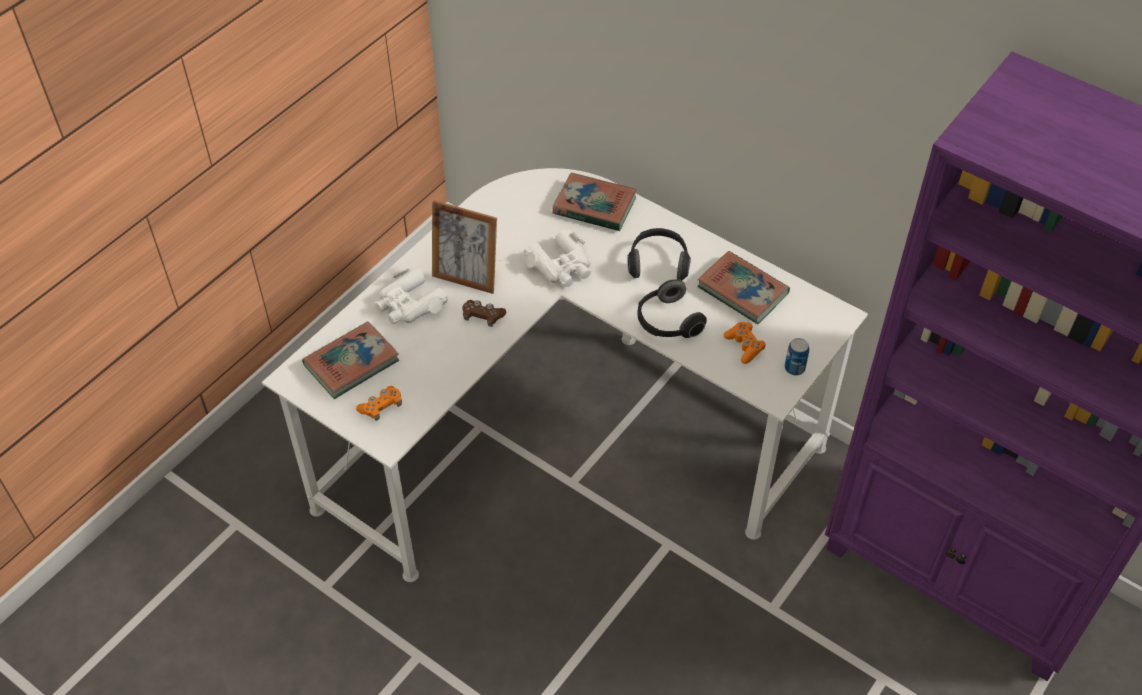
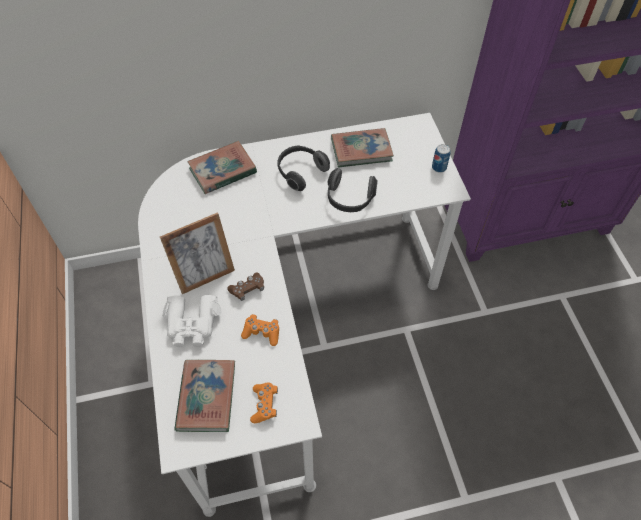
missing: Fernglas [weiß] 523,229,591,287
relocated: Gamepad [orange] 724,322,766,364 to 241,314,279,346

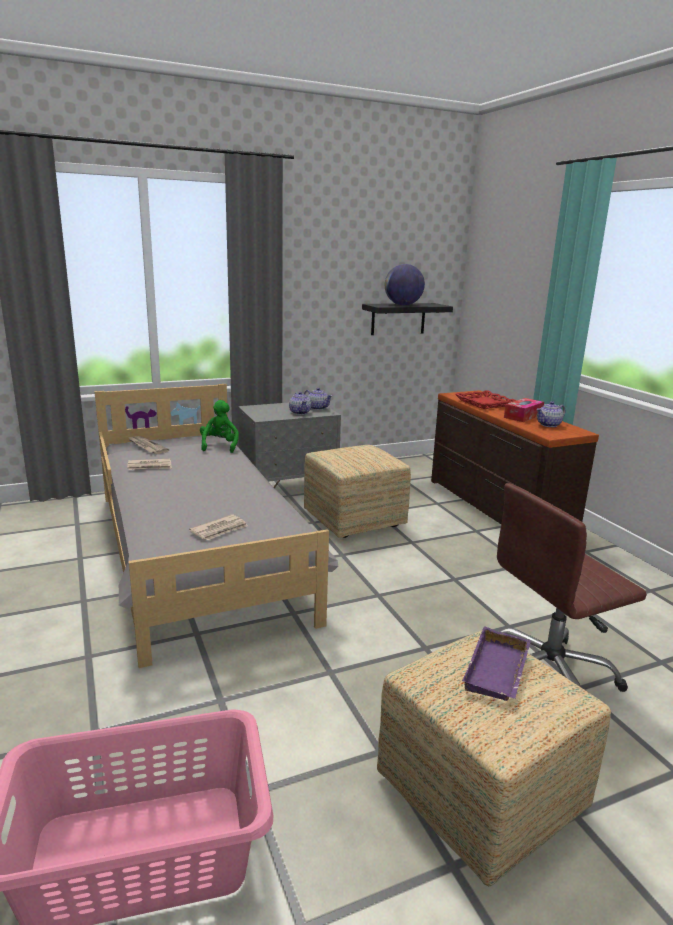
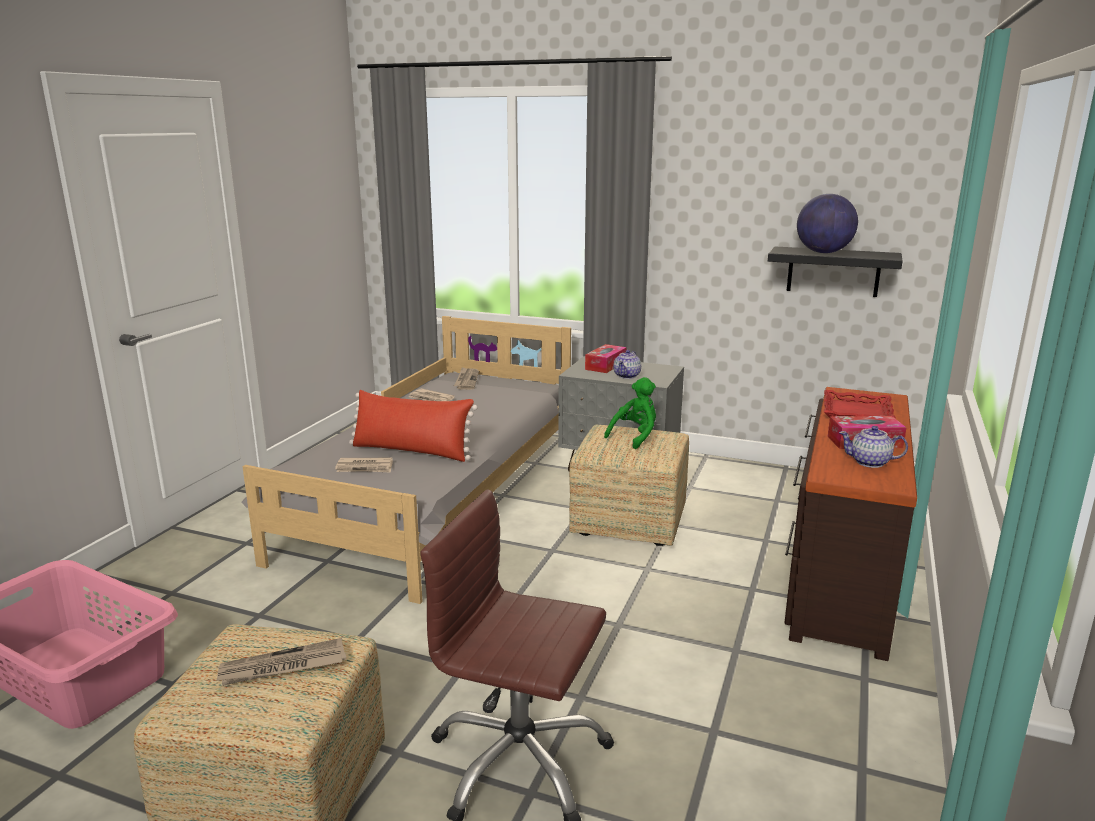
missing: Teekanne 304,388,333,410
appeared: Kissen [rot] 349,390,478,462; Taschentuchbox 585,344,627,373
relocated: Plüschtier [grün] 200,400,239,453 to 604,377,656,449
exchanged: Tablett [lila] 462,627,531,701 to Zeitung 216,638,346,686

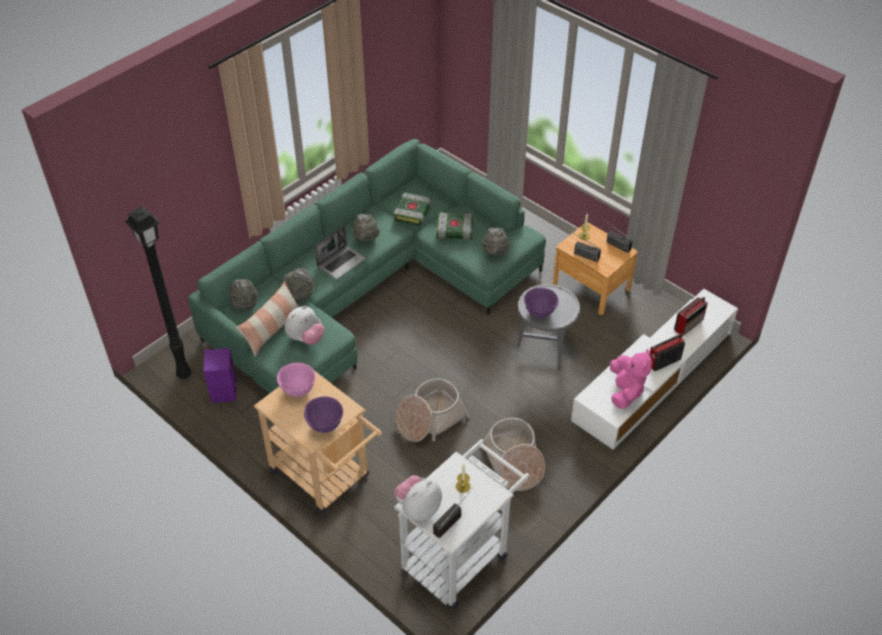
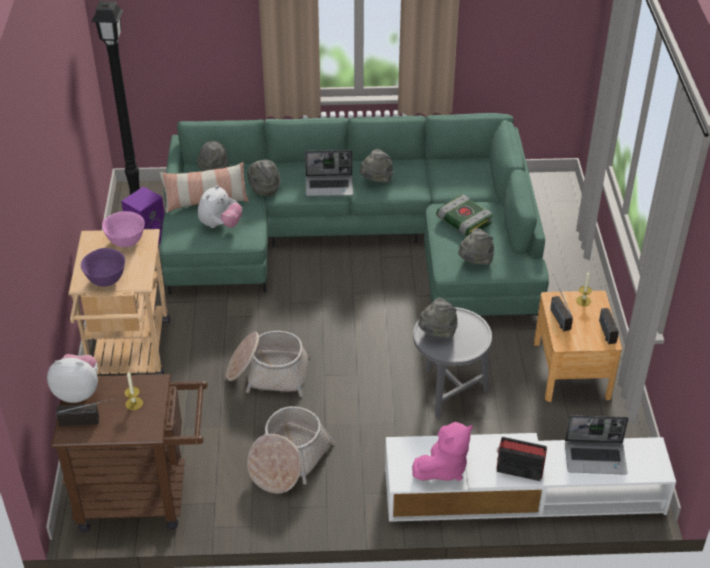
missing: Buch 394,192,432,226
exchanged: Schüssel [lila] 524,288,559,318 to Hut [grau] 418,298,458,338; Radio 674,297,708,336 to Laptop 565,415,629,475
colour: Rollwagen [weiß] 394,439,530,609 to Rollwagen [braun] 51,374,207,532
spun: Plüschtier 284,305,325,345 = 198,185,242,228 60 degrees counterclockwise

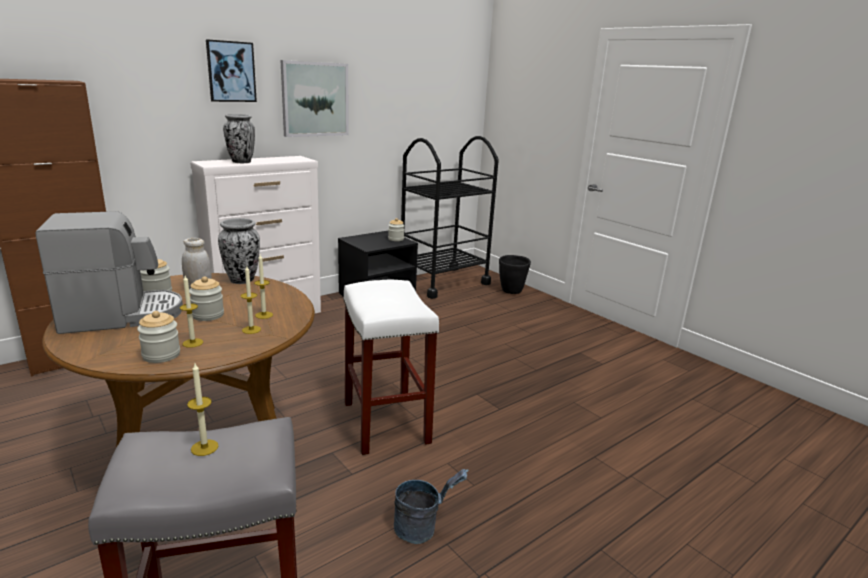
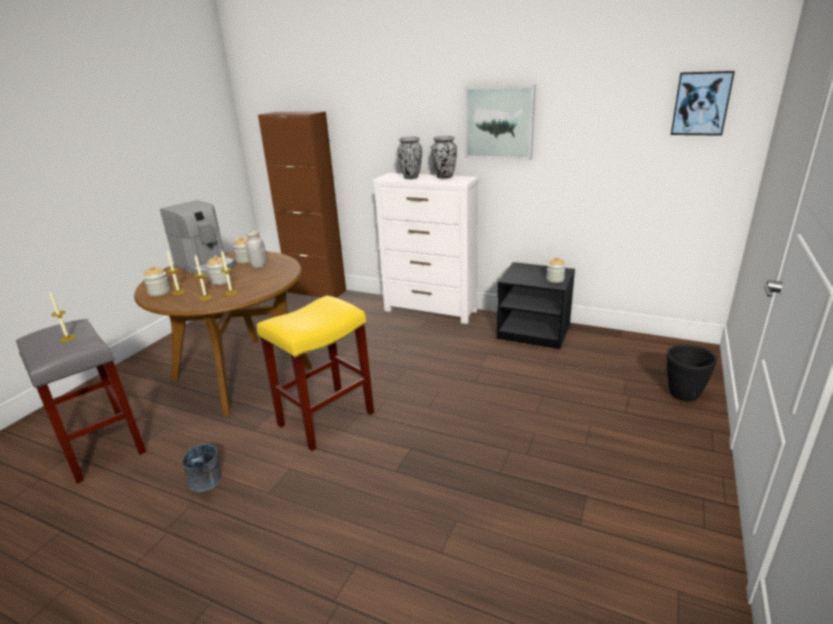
missing: Rollwagen [schwarz] 401,136,499,299
relocated: Bild 206,39,257,102 to 671,71,735,136; Vase 218,218,260,284 to 431,136,457,179
colour: Hocker [weiß] 343,280,439,455 to Hocker [gelb] 257,295,374,451

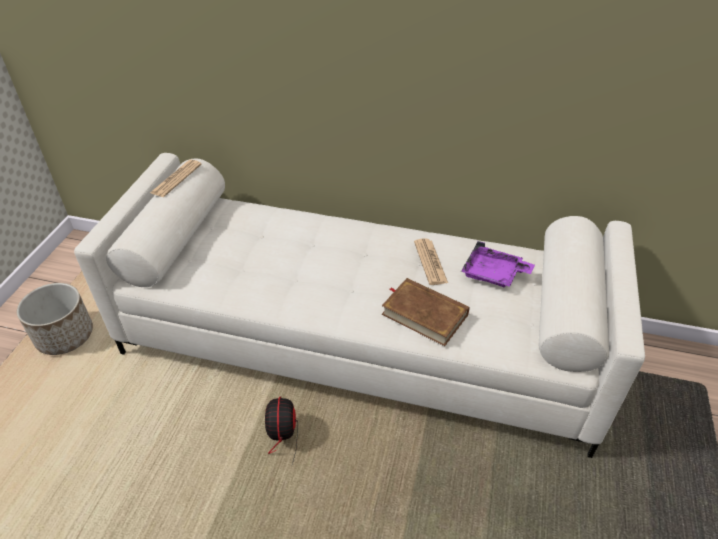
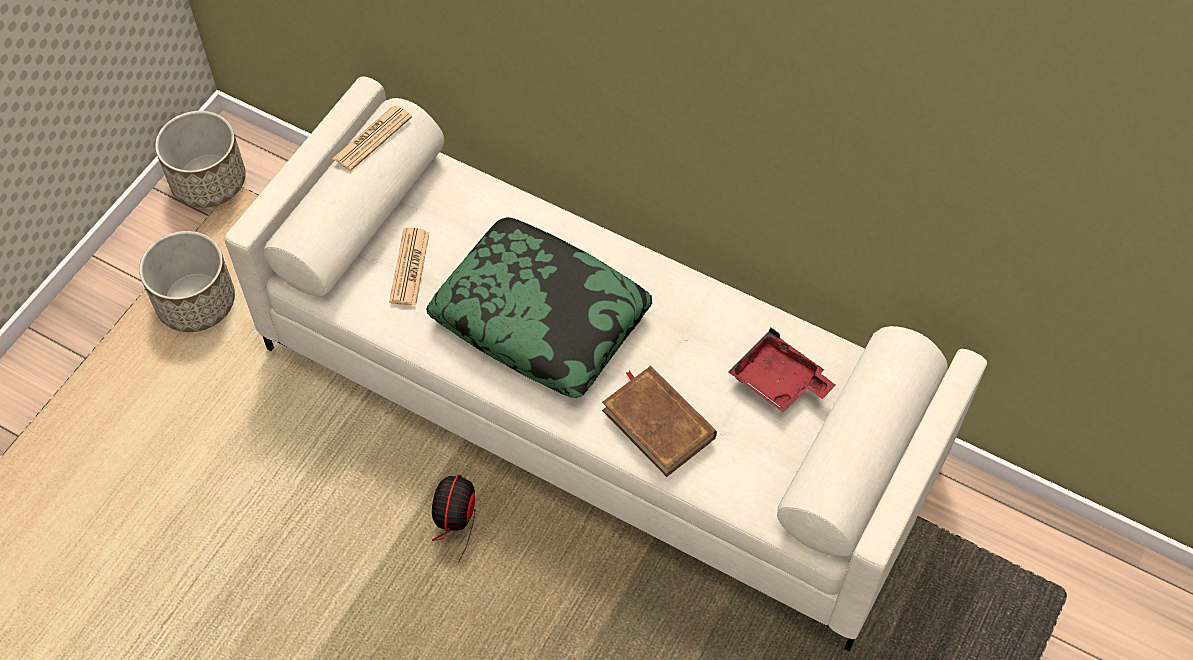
appeared: Pflanzkübel 155,111,246,208; Kissen 426,217,652,398
relocated: Zeitung 414,239,448,285 to 389,228,430,305
colour: Tablett [lila] 461,241,535,287 to Tablett [rot] 728,328,836,413

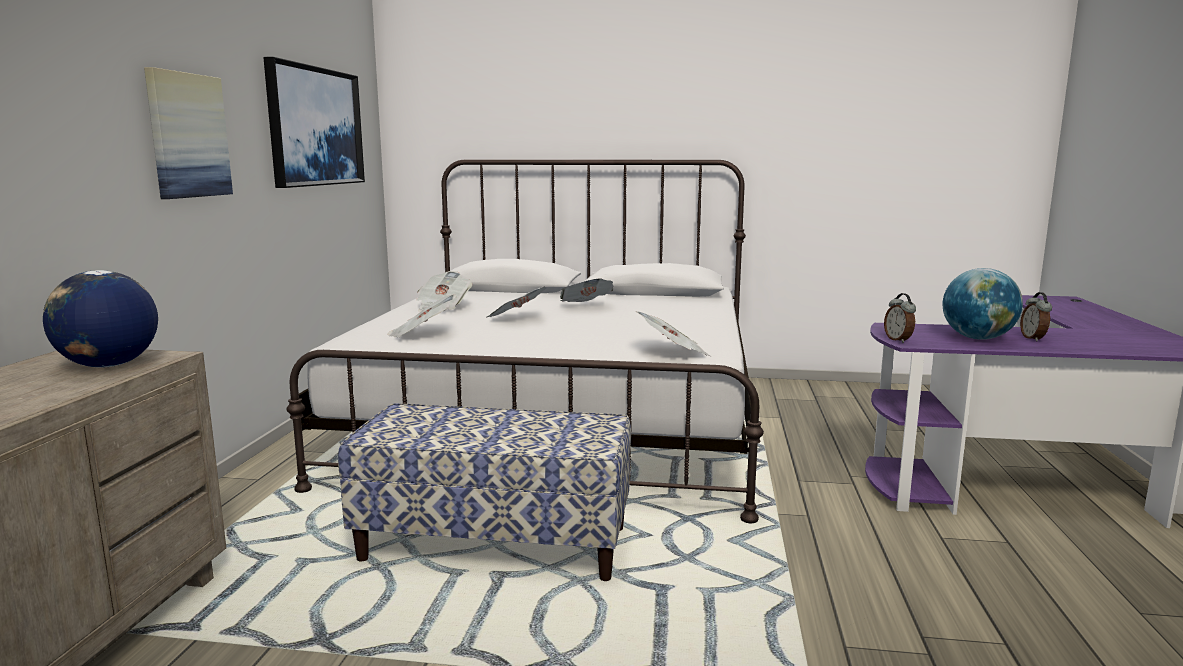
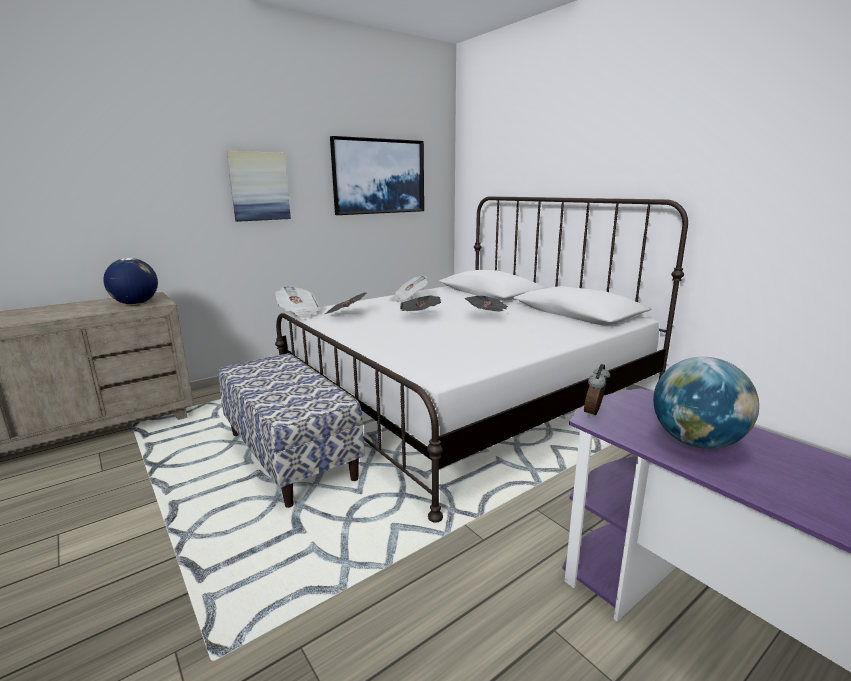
missing: Wecker 1020,292,1052,342
relocated: Zeitung 636,311,710,356 to 275,286,320,318

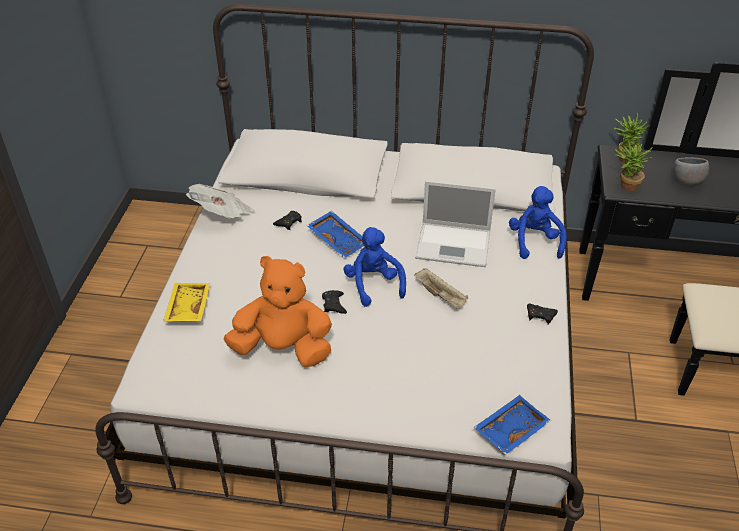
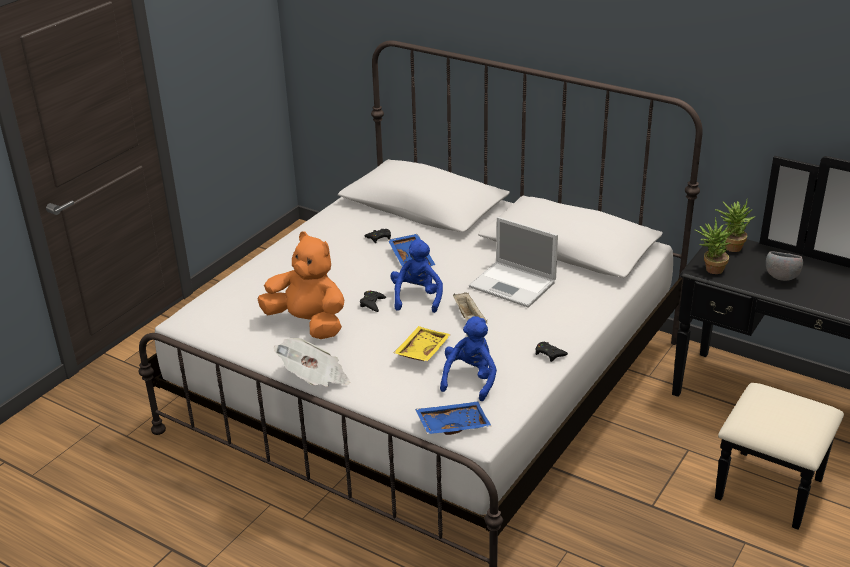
relocated: Tablett [gelb] 163,283,210,322 to 394,326,451,361; Zeitung 186,184,255,219 to 274,338,351,387; Plüschtier [blau] 509,186,567,259 to 440,316,497,401

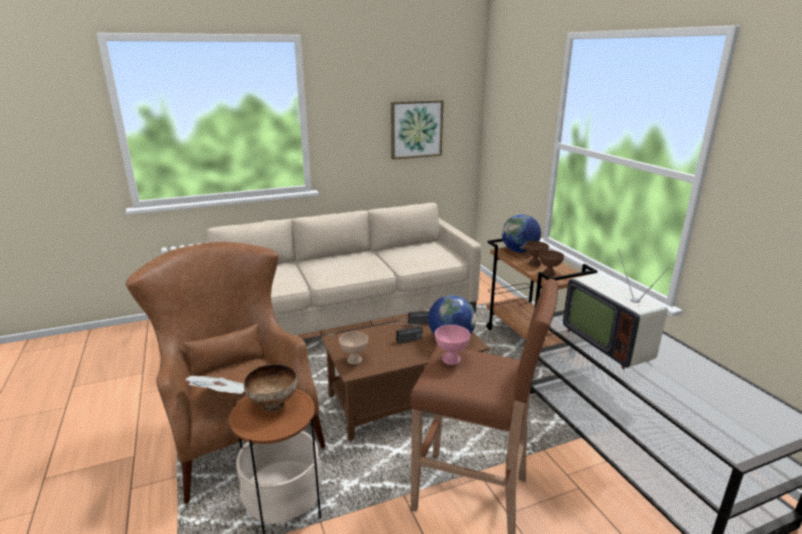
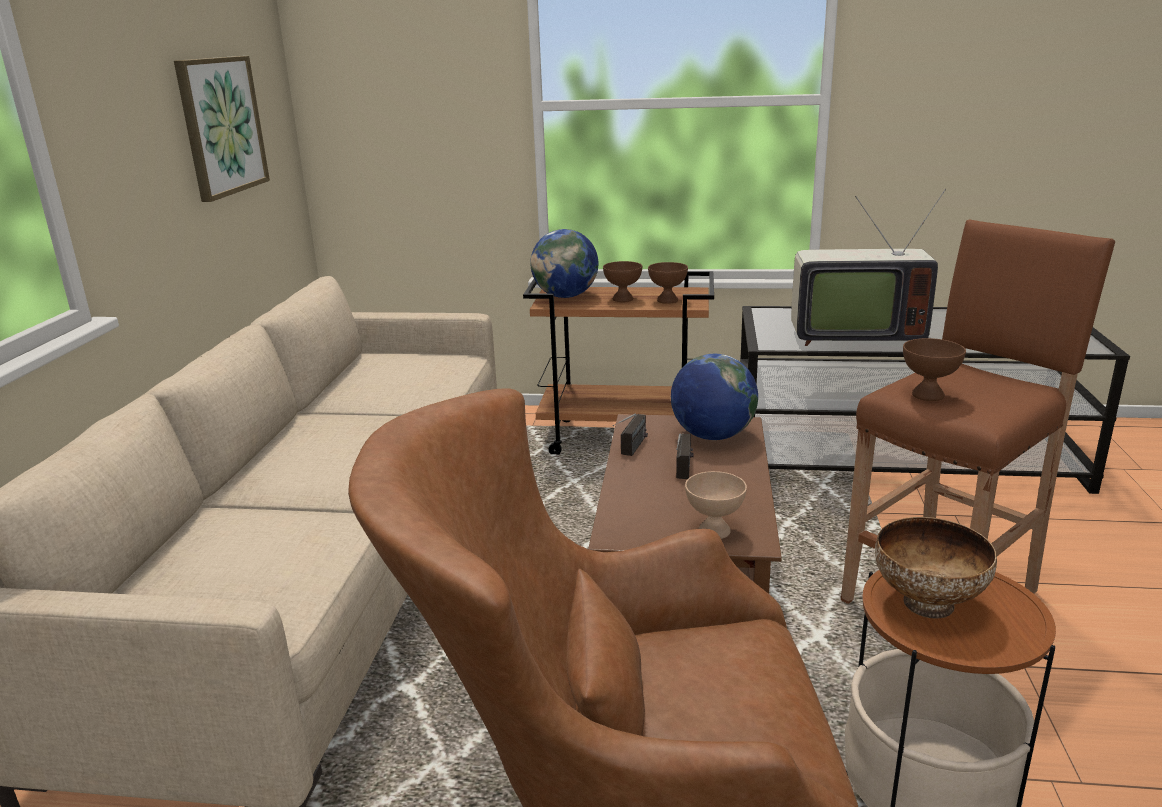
missing: Zeitung 185,376,245,394
colour: Schüssel [rosa] 435,325,471,365 to Schüssel [braun] 903,338,966,401

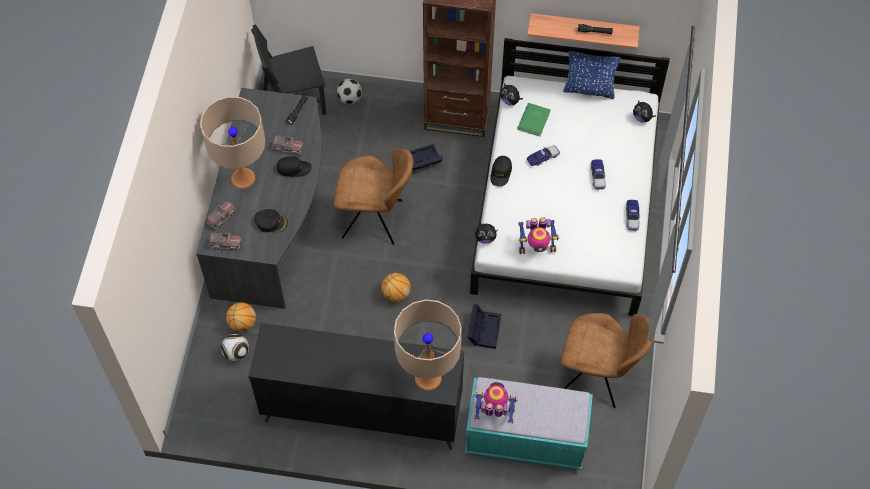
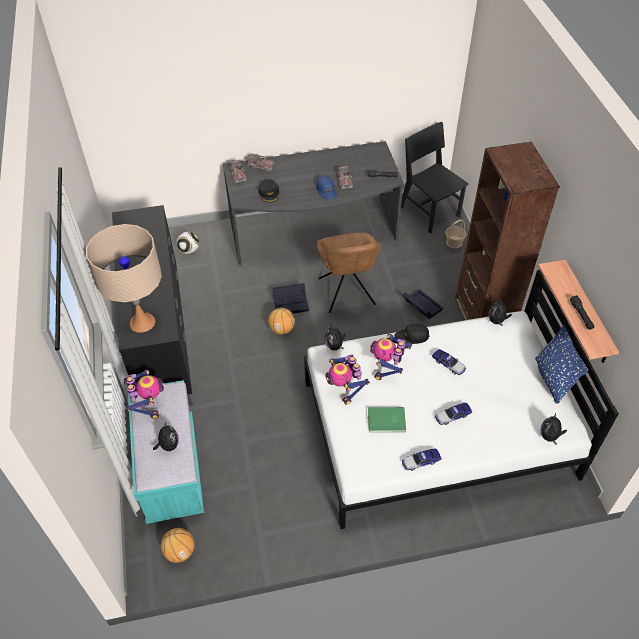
missing: Tischlampe [beige] 200,97,265,189; Stuhl [braun] 561,313,655,408
appeared: Plüschtier 153,422,179,451; Spielzeugroboter 370,334,412,380
relocated: Basketball 226,302,256,332 to 161,528,195,563; Aufbewahrungsbox [schwarz] 468,304,501,349 to 272,283,309,314; Buch [grün] 517,103,551,136 to 368,407,406,432
exchanged: Fußball 337,79,362,104 to Korb 446,220,466,248
colour: Kappe [schwarz] 277,157,312,177 to Kappe [blau] 316,175,337,200

